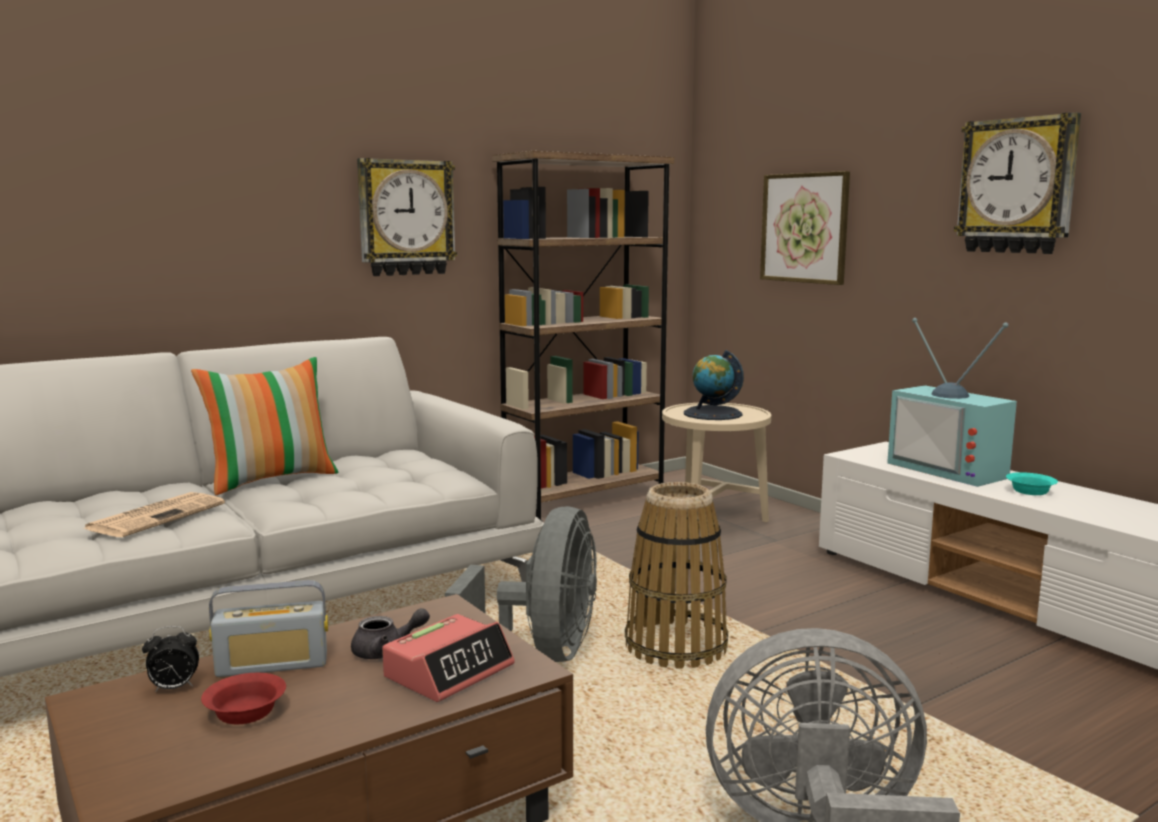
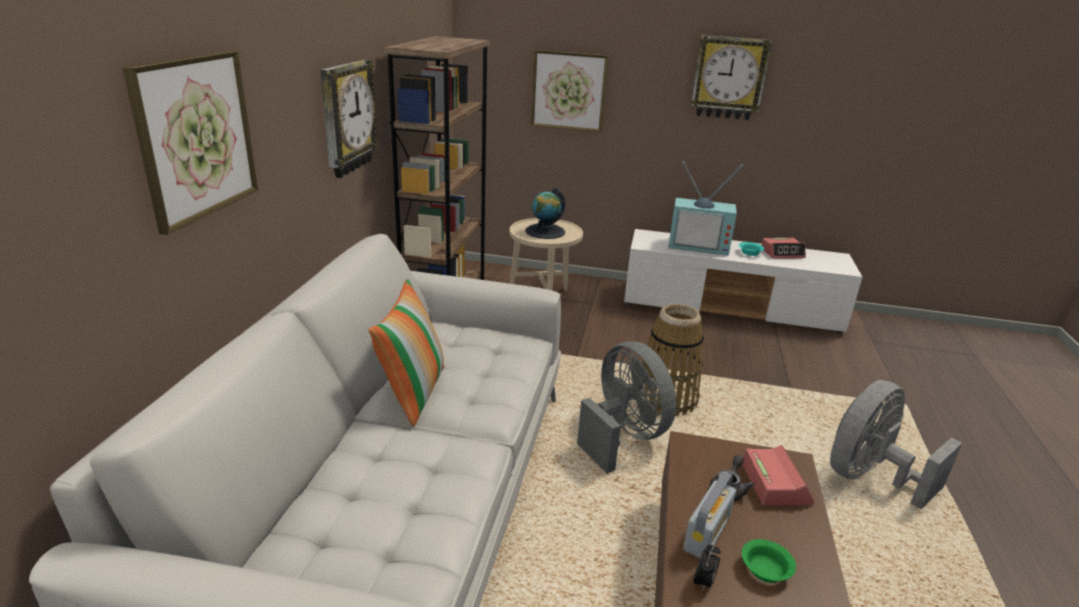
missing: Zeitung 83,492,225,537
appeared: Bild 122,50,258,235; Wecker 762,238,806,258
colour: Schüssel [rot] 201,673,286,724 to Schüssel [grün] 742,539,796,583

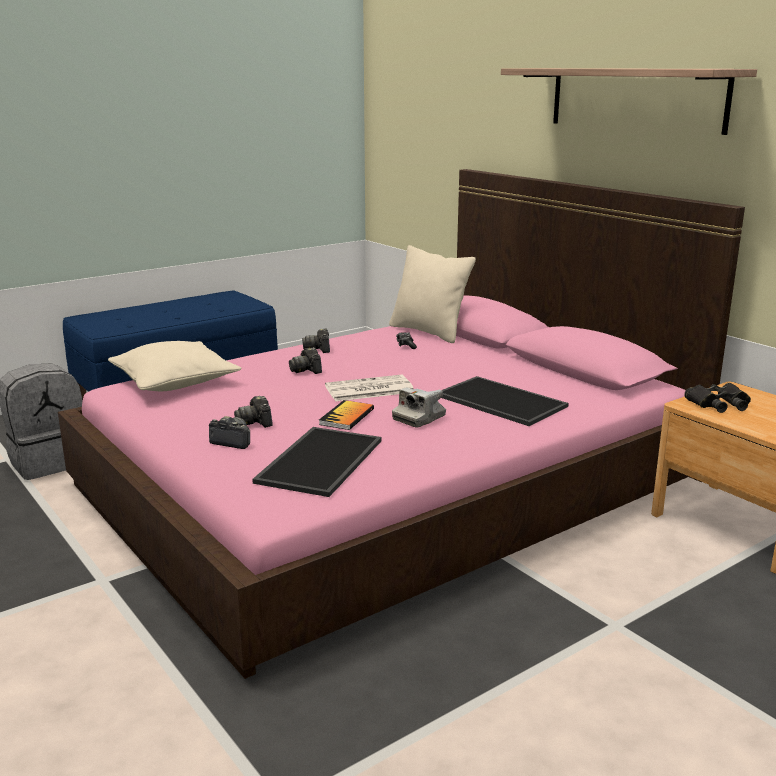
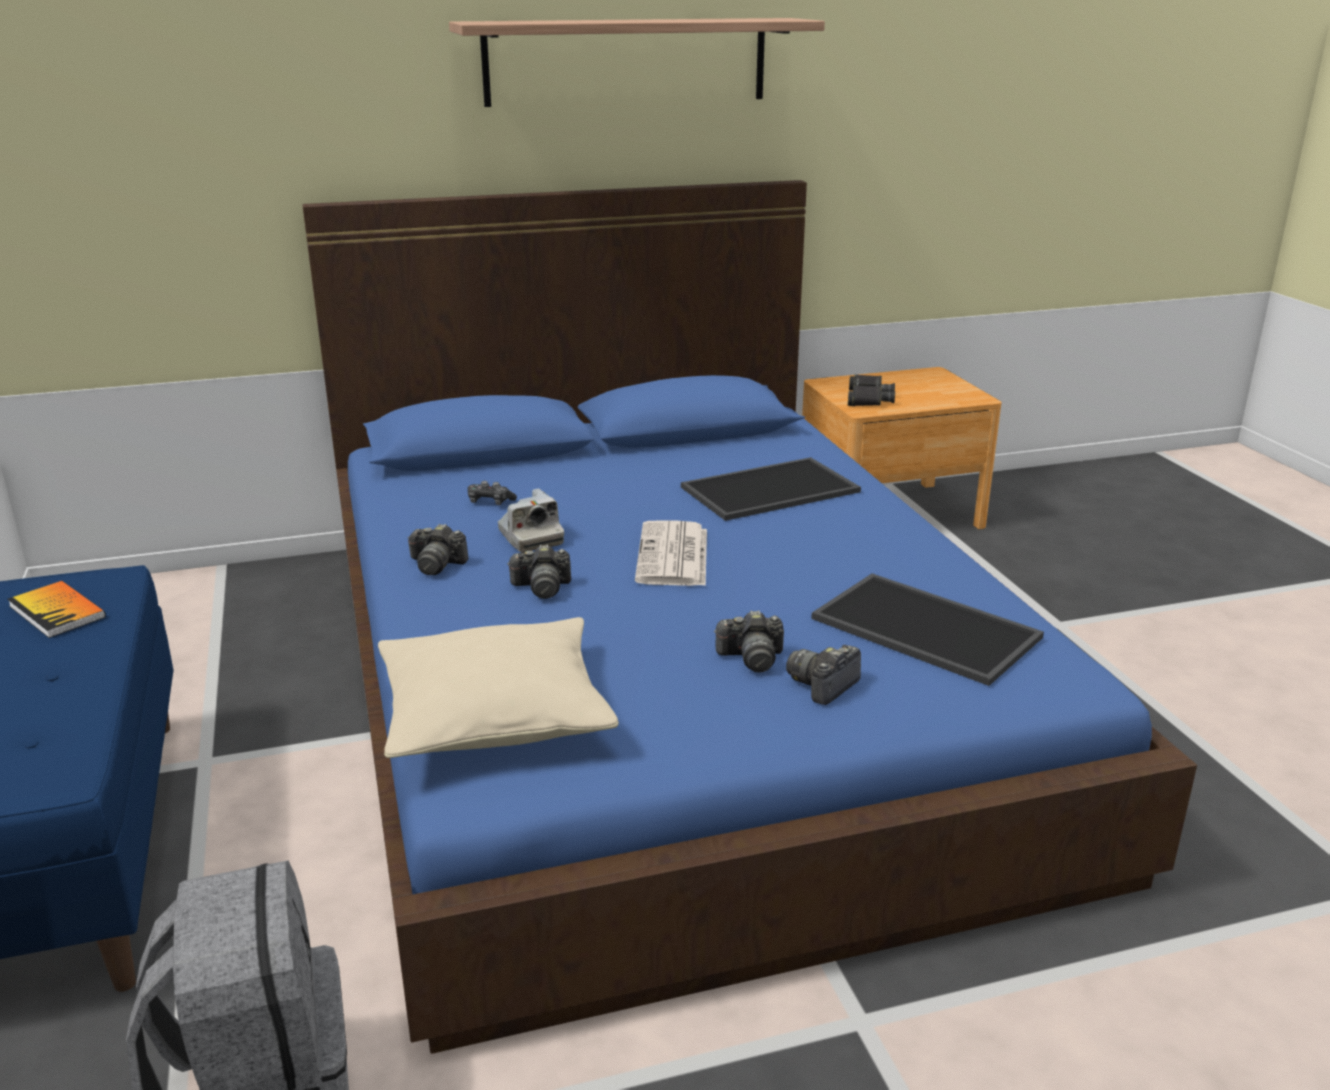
missing: Kissen [beige] 389,245,476,343
relocated: Buch 319,400,374,430 to 7,581,106,638; Kamera 392,388,446,427 to 498,488,564,553
colour: Bett [rosa] 58,169,745,679 to Bett [blau] 302,180,1197,1054

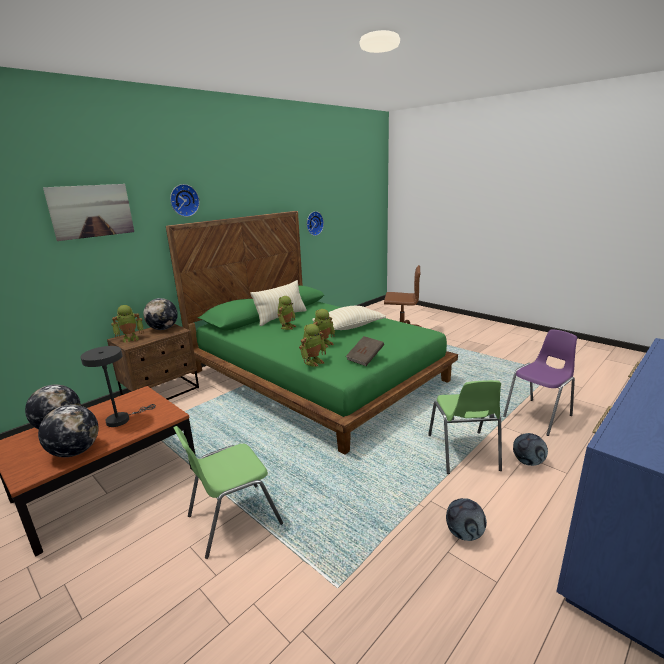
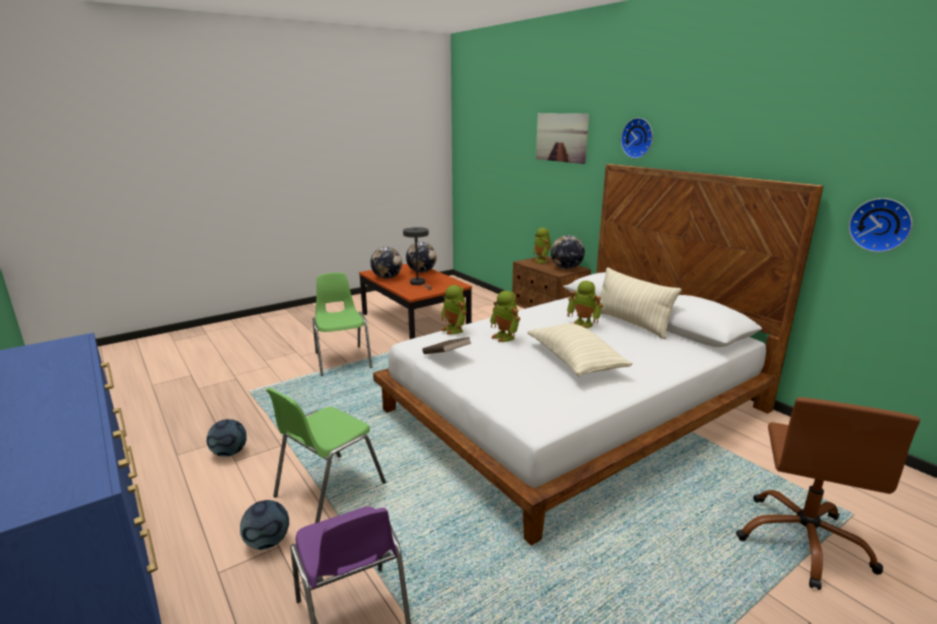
colour: Bett [grün] 166,211,458,455 to Bett [weiß] 373,164,823,545
spun: Stuhl [grün] 428,380,502,474 = 266,388,386,523 60 degrees counterclockwise

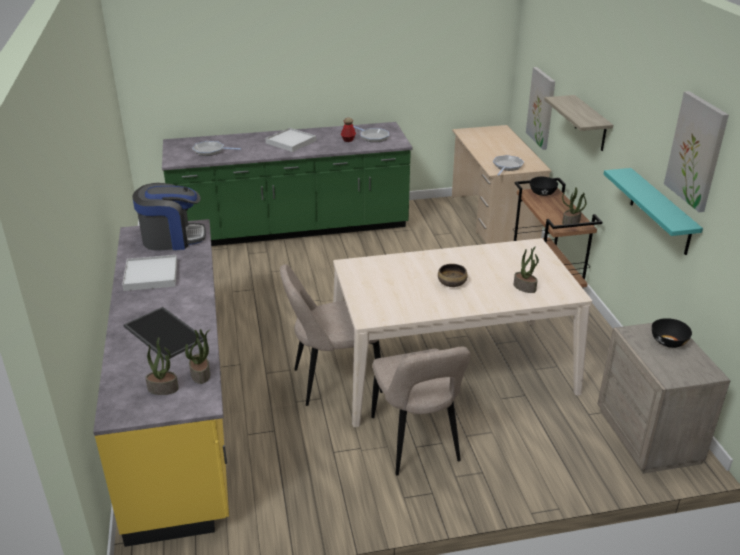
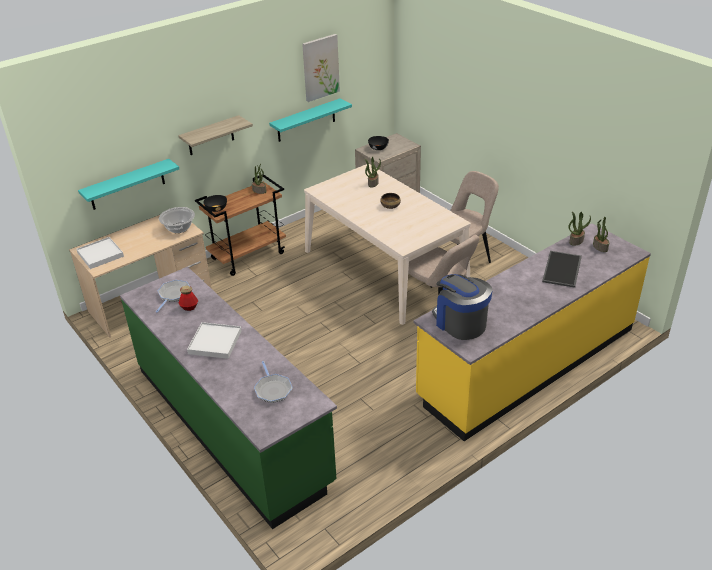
relocated: Tablett [weiß] 122,255,177,291 to 76,237,124,269
exchanged: Pfanne 493,155,524,176 to Kochtopf 159,207,195,233; Bild 526,67,555,150 to Wandregal [türkis] 78,159,179,210

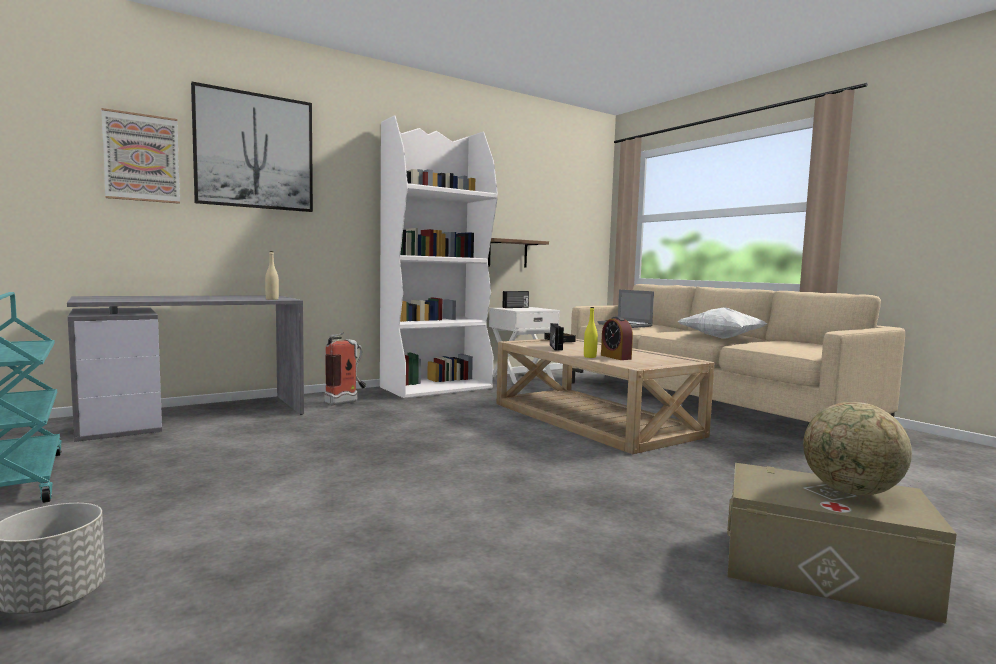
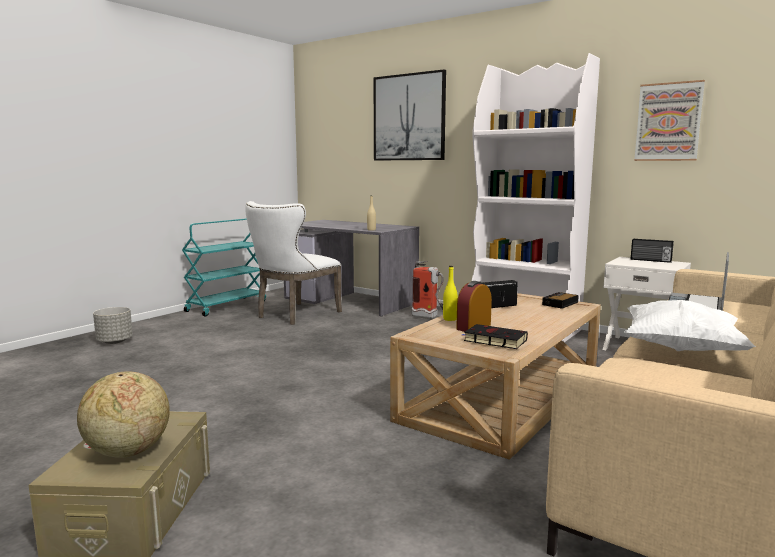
missing: Wandregal 488,238,549,268
appeared: Stuhl [weiß] 245,201,342,325; Buch [schwarz] 462,324,528,349
relocated: Bild 101,108,180,204 to 634,80,705,161

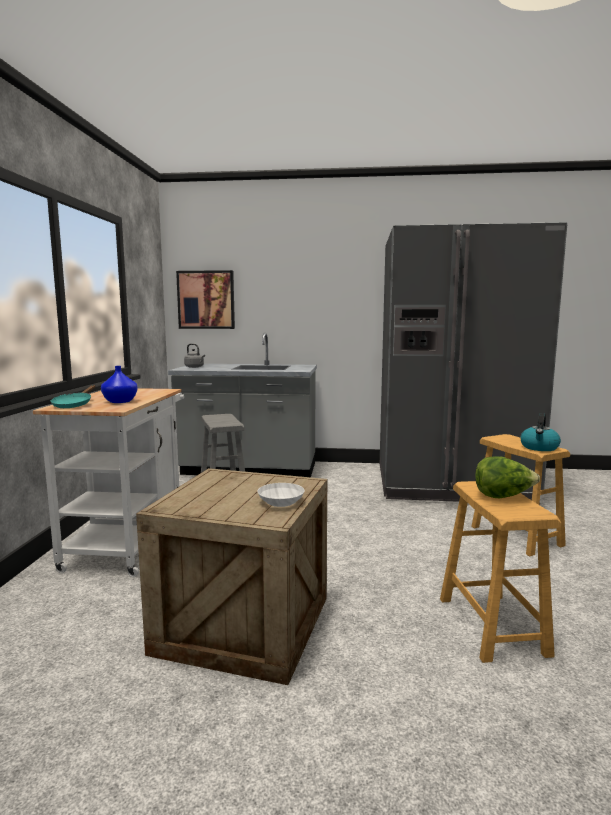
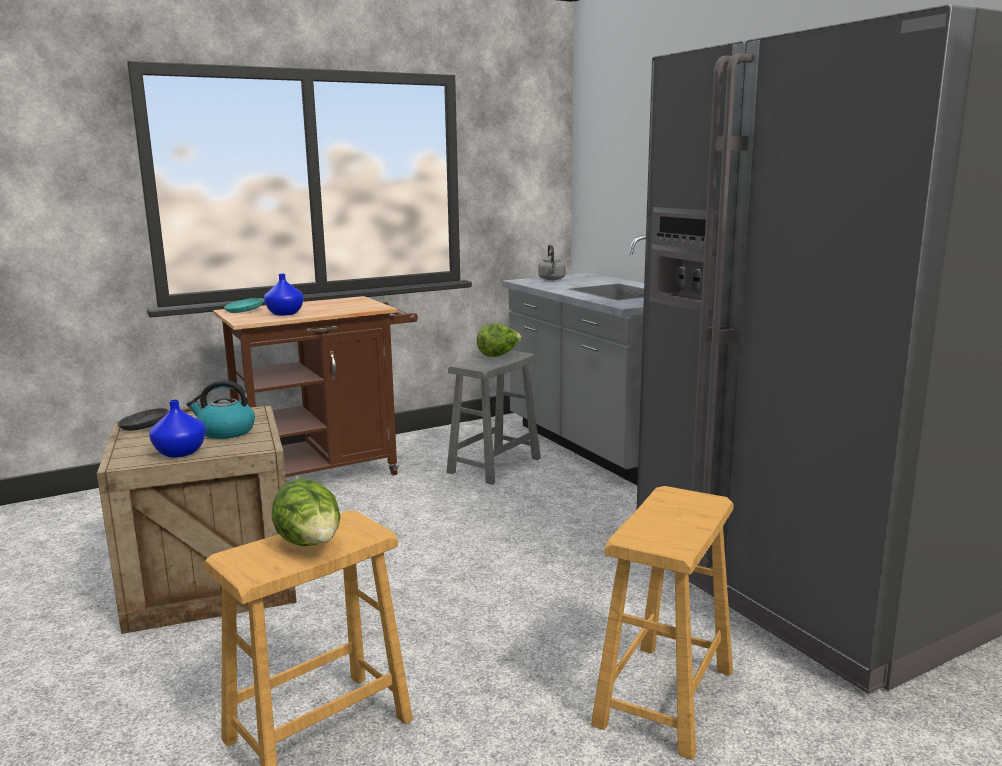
missing: Bild 176,270,235,329
appeared: Pfanne [schwarz] 117,404,202,431; Salatkopf 476,324,522,357
relocated: Wasserkessel 520,413,561,451 to 186,380,255,439
exchanged: Schüssel [weiß] 257,483,305,507 to Vase [blau] 149,399,206,457
colour: Rollwagen [weiß] 33,388,184,577 to Rollwagen [braun] 213,296,418,477

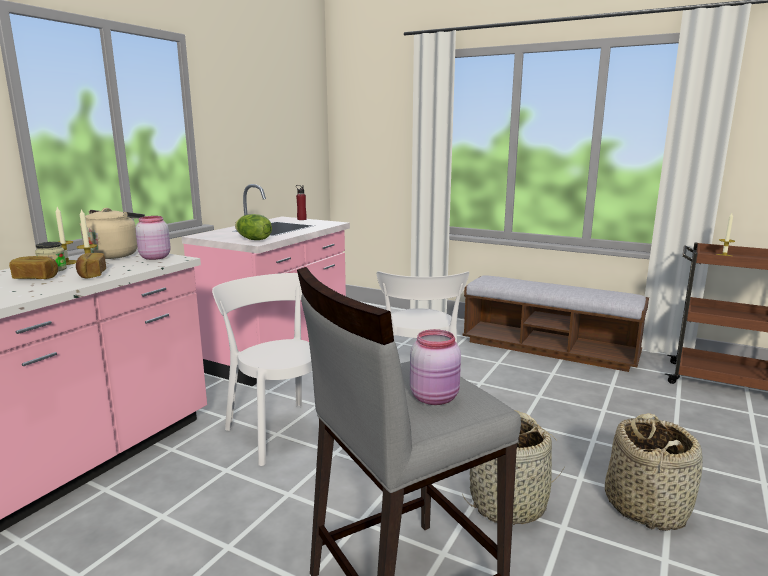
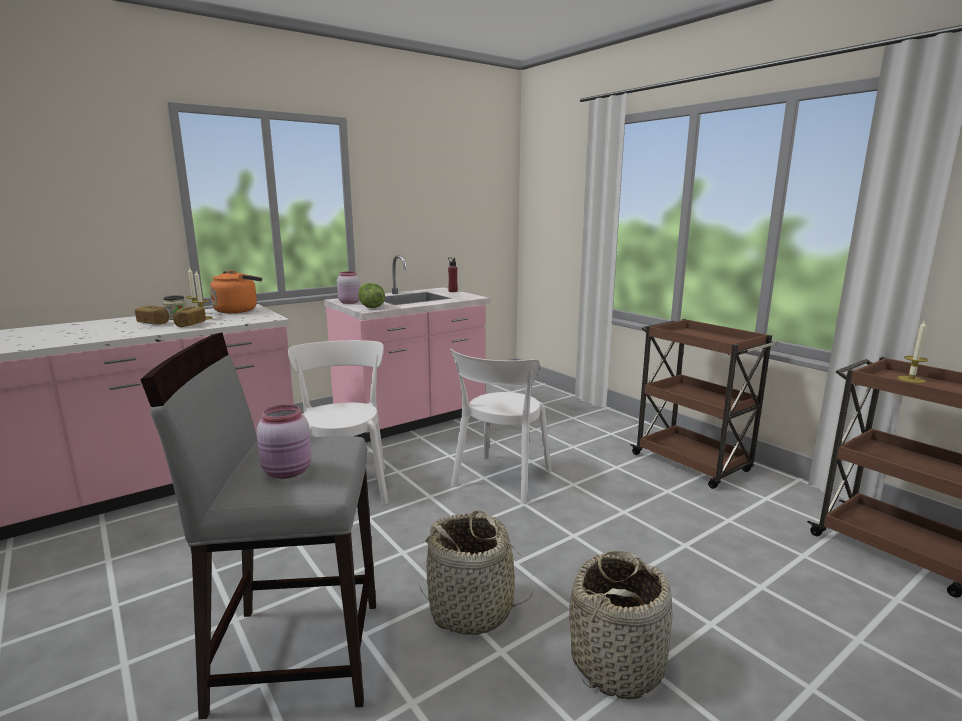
relocated: Vorratsglas [rosa] 135,216,171,260 to 337,271,360,304
exchanged: Bank 462,275,649,372 to Rollwagen [braun] 631,319,779,489
colour: Wasserkessel [beige] 80,208,145,259 to Wasserkessel [orange] 210,270,262,313

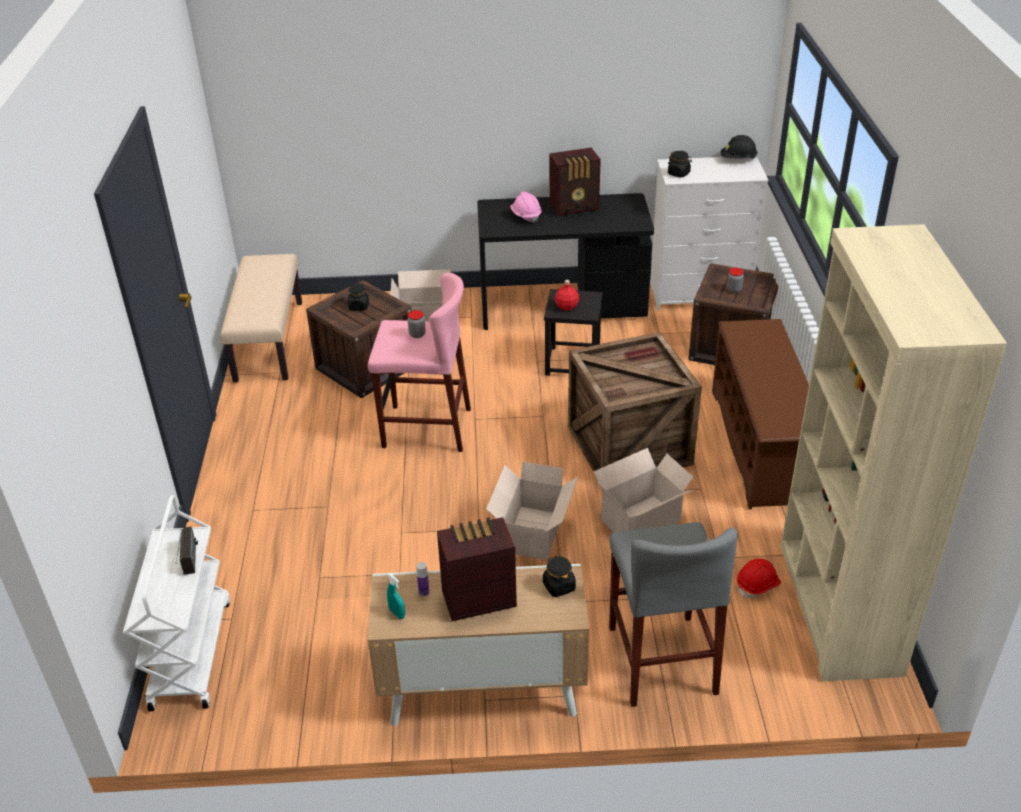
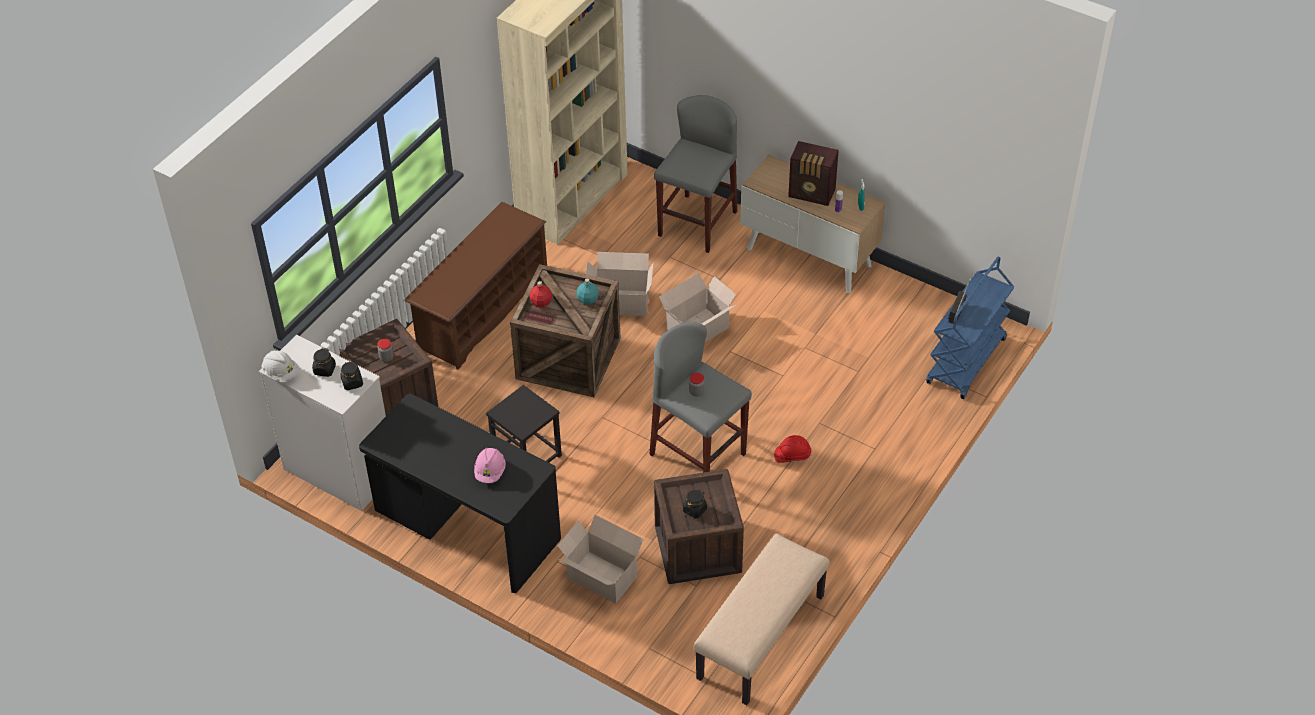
missing: Radio 549,148,601,216
appeared: Flasche [türkis] 576,279,599,305
relocated: Vorratsglas [schwarz] 543,556,576,597 to 312,348,336,377; Flasche [rot] 555,280,579,311 to 529,281,552,307; Schutzhelm [rot] 737,558,781,598 to 774,435,811,463
colour: Rollwagen [weiß] 123,495,230,711 to Rollwagen [blau] 926,256,1014,399; Hocker [rosa] 368,273,471,452 to Hocker [grau] 649,322,752,473; Schutzhelm [schwarz] 720,135,758,159 to Schutzhelm [weiß] 262,351,299,381

